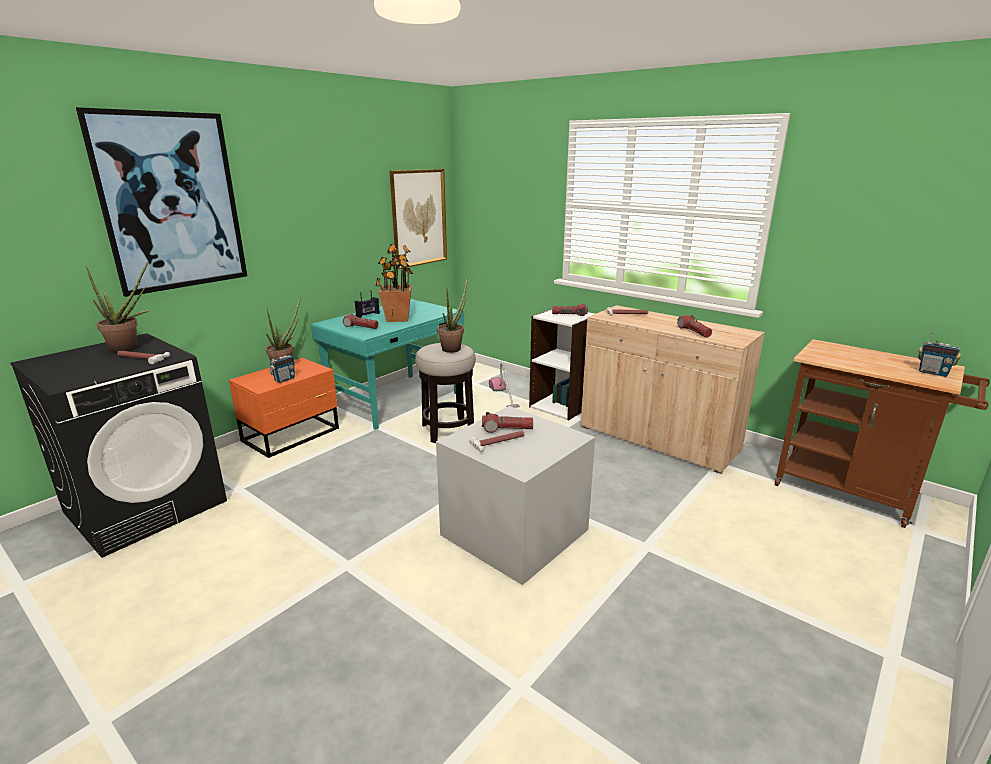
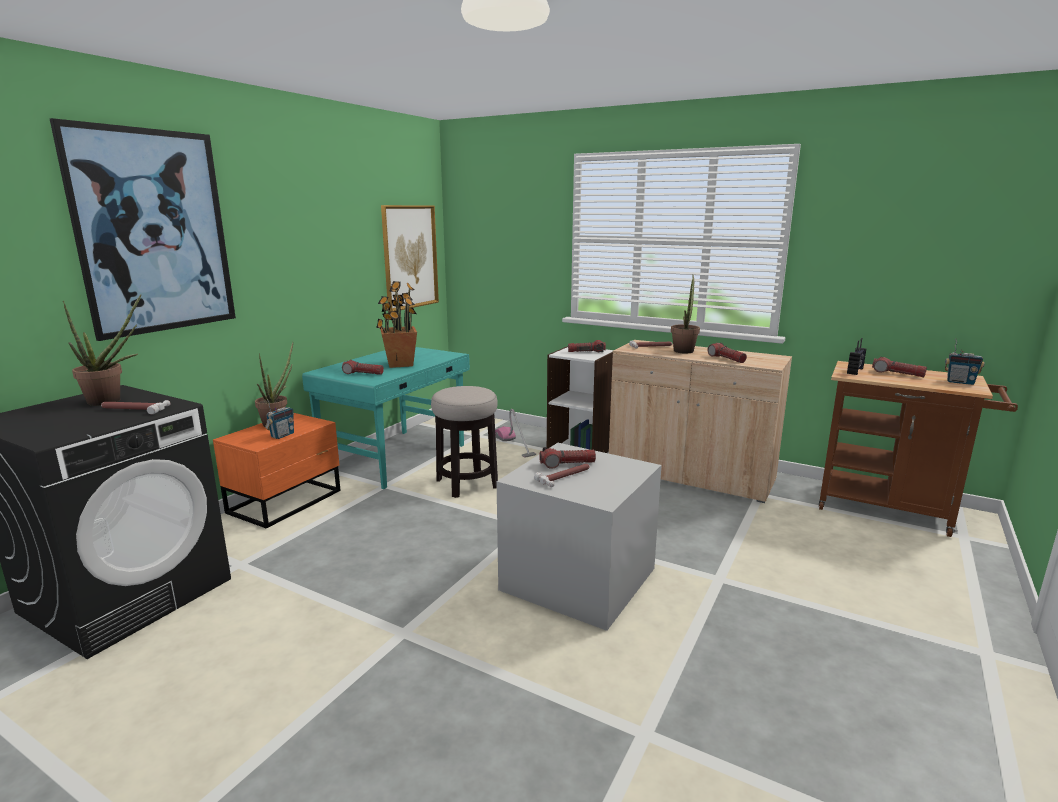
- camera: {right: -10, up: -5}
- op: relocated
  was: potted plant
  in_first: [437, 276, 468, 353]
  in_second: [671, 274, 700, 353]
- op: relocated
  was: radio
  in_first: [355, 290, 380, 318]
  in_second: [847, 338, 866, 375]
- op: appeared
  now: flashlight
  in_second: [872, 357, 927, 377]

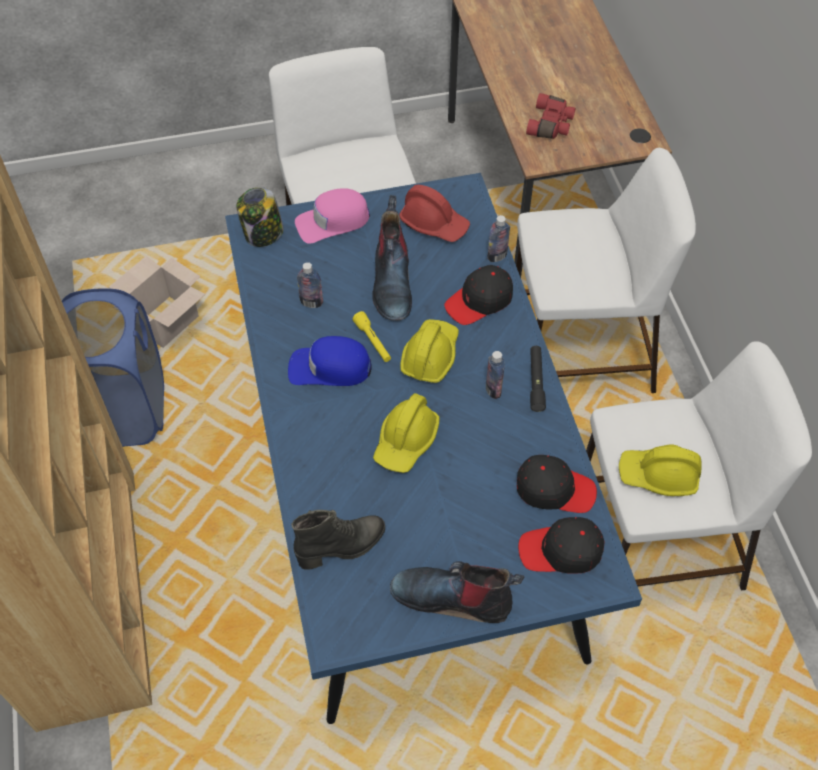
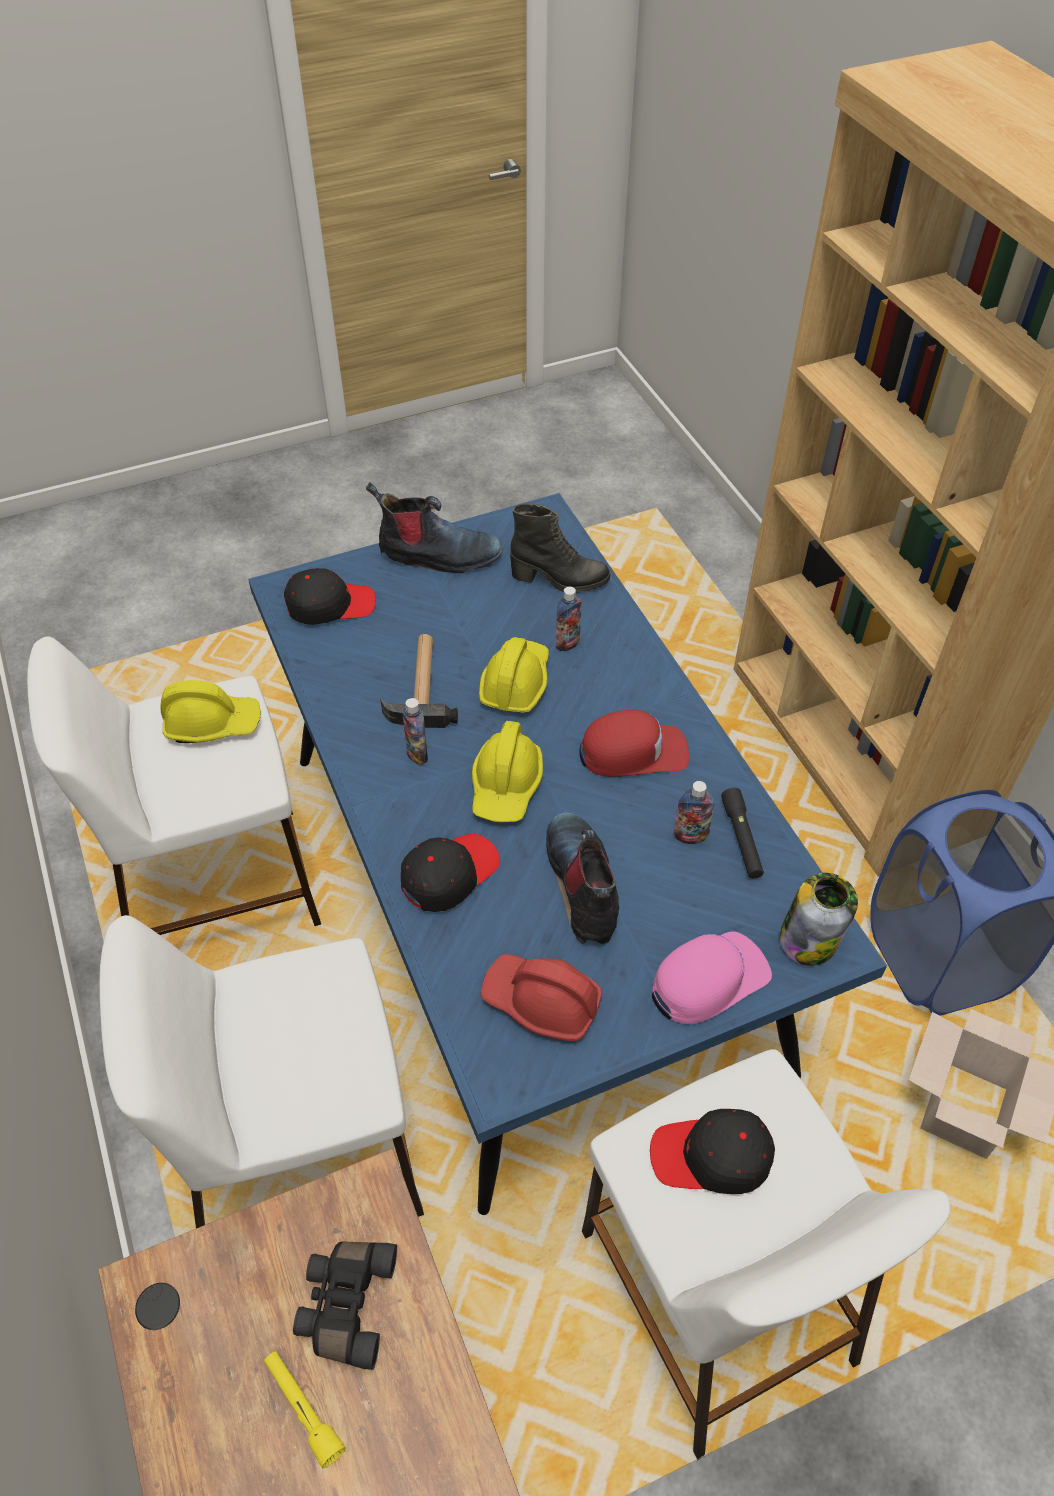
- camera: {right: 170, up: -5}
- op: colour
  was: red binoculars
  now: black binoculars
  in_first: [526, 93, 575, 139]
  in_second: [293, 1242, 397, 1370]
- op: relocated
  was: bottle
  in_first: [487, 215, 510, 262]
  in_second: [556, 587, 582, 652]
- op: relocated
  was: yellow flashlight
  in_first: [353, 311, 391, 362]
  in_second: [264, 1351, 346, 1468]
- op: colour
  was: blue cap
  now: red cap
  in_first: [288, 336, 372, 386]
  in_second: [579, 710, 689, 777]
- op: relocated
  was: black flashlight
  in_first: [530, 346, 546, 412]
  in_second: [721, 788, 764, 879]
- op: relocated
  was: black cap
  in_first: [517, 455, 597, 513]
  in_second: [650, 1109, 775, 1194]
- op: spun
  was: black boot
  in_first: [291, 510, 385, 570]
  in_second: [510, 504, 610, 593]
  clockwise: -135
- op: appeared
  now: hammer
  in_second: [380, 634, 458, 728]

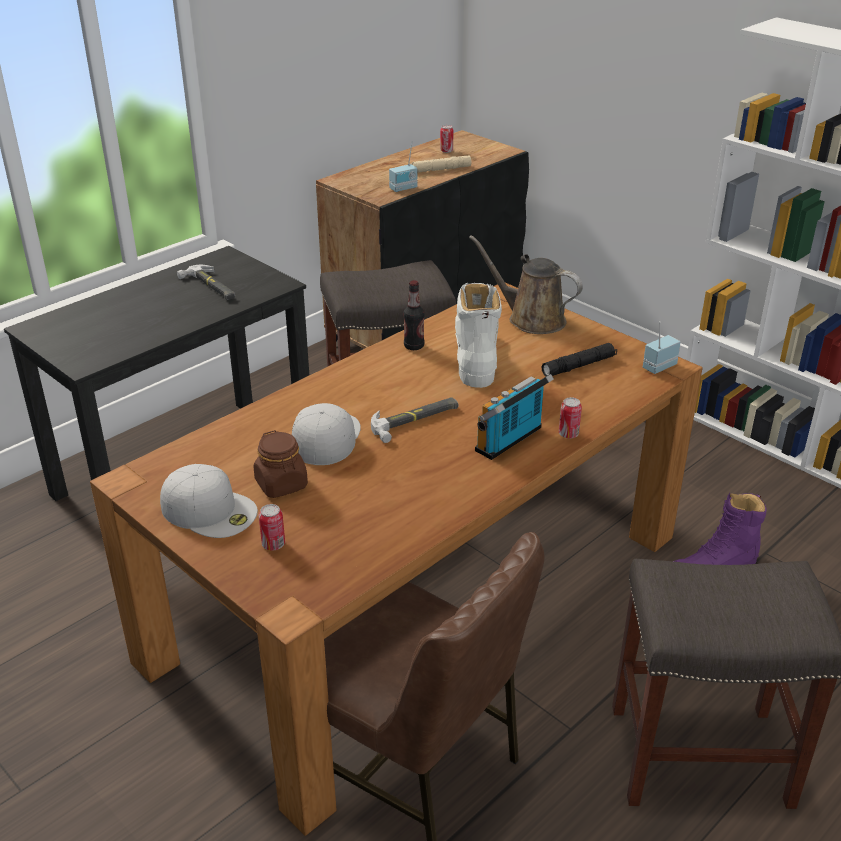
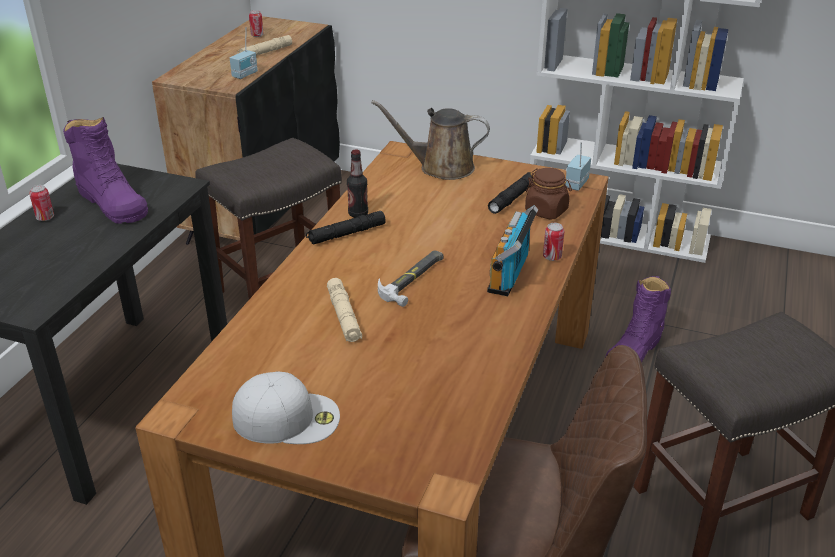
- camera: {right: -25, up: 0}
- op: exchanged
  was: hammer
  now: purple boot
  in_first: [177, 265, 235, 300]
  in_second: [63, 117, 148, 224]
- op: missing
  was: white boot
  in_first: [455, 282, 502, 388]
- op: exchanged
  was: white cap
  now: beige flashlight
  in_first: [292, 403, 361, 465]
  in_second: [327, 278, 362, 342]
- op: relocated
  was: brown jar
  in_first: [254, 430, 308, 498]
  in_second: [525, 168, 572, 220]
- op: relocated
  was: can
  in_first: [259, 504, 285, 550]
  in_second: [29, 185, 54, 221]
- op: appeared
  now: black flashlight
  in_second: [306, 211, 386, 245]

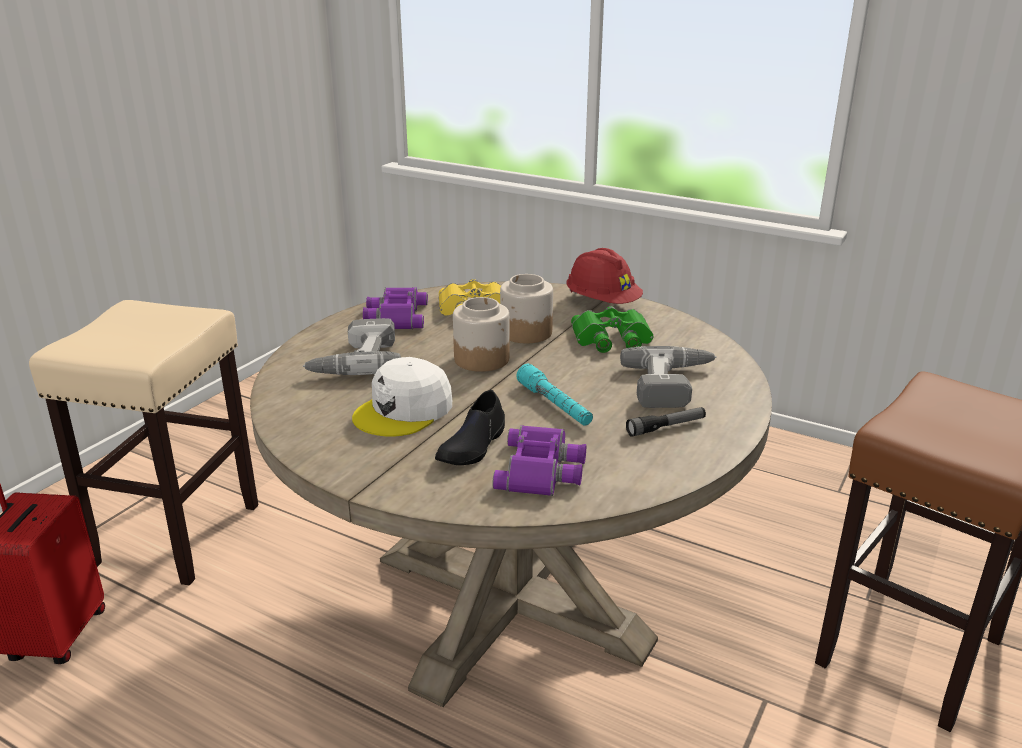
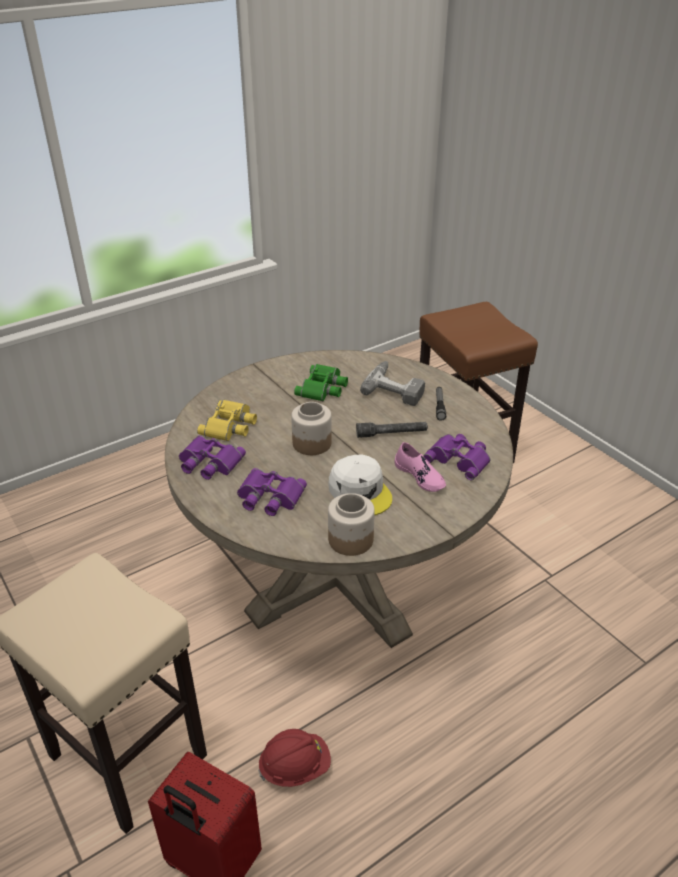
- camera: {right: -65, up: 10}
- op: relocated
  was: red hard hat
  in_first: [566, 248, 643, 304]
  in_second: [258, 729, 331, 787]
- op: relocated
  was: jar
  in_first: [500, 274, 553, 343]
  in_second: [328, 493, 375, 556]
- op: exchanged
  was: power drill
  now: purple binoculars
  in_first: [303, 318, 401, 375]
  in_second: [237, 468, 307, 516]
- op: colour
  was: turquoise flashlight
  now: grey flashlight
  in_first: [516, 364, 593, 426]
  in_second: [356, 422, 428, 438]
- op: colour
  was: black shoe
  now: pink shoe
  in_first: [435, 390, 505, 465]
  in_second: [395, 442, 446, 492]

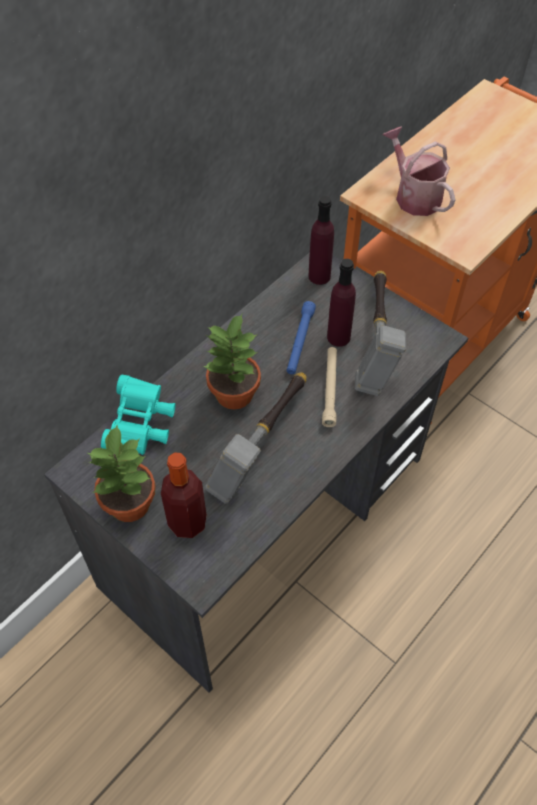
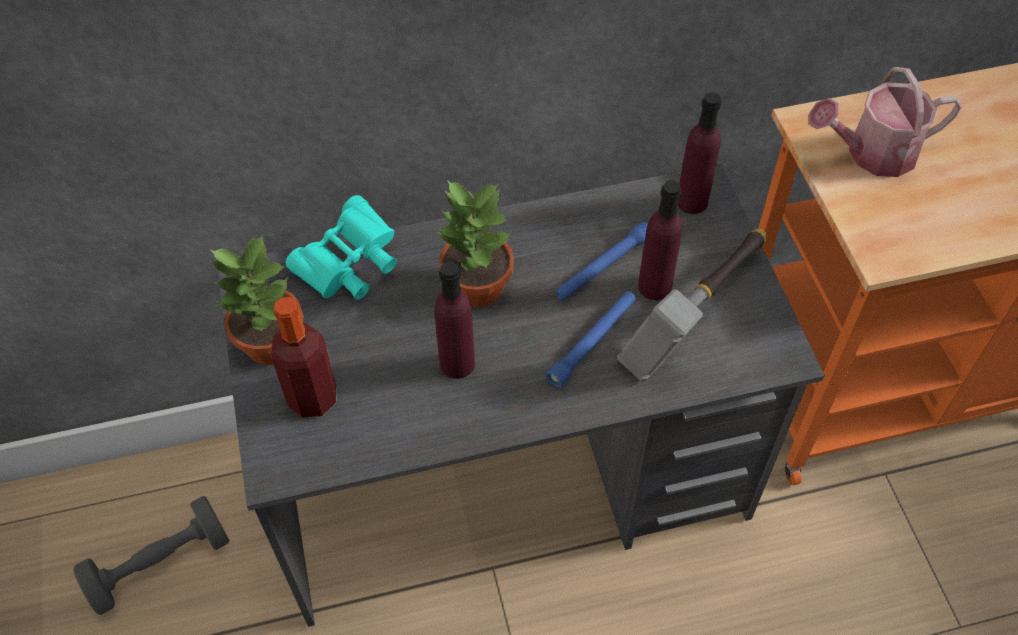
- camera: {right: 35, up: 0}
- op: spun
  was: watering can
  in_first: [383, 126, 456, 216]
  in_second: [809, 67, 962, 177]
  clockwise: -105
- op: colour
  was: beige flashlight
  now: blue flashlight
  in_first: [322, 347, 337, 427]
  in_second: [546, 291, 636, 387]
- op: exchanged
  was: hammer
  now: purple bottle
  in_first: [205, 373, 307, 504]
  in_second: [435, 261, 475, 379]
- op: appeared
  now: grey dumbbell
  in_second: [73, 496, 229, 615]

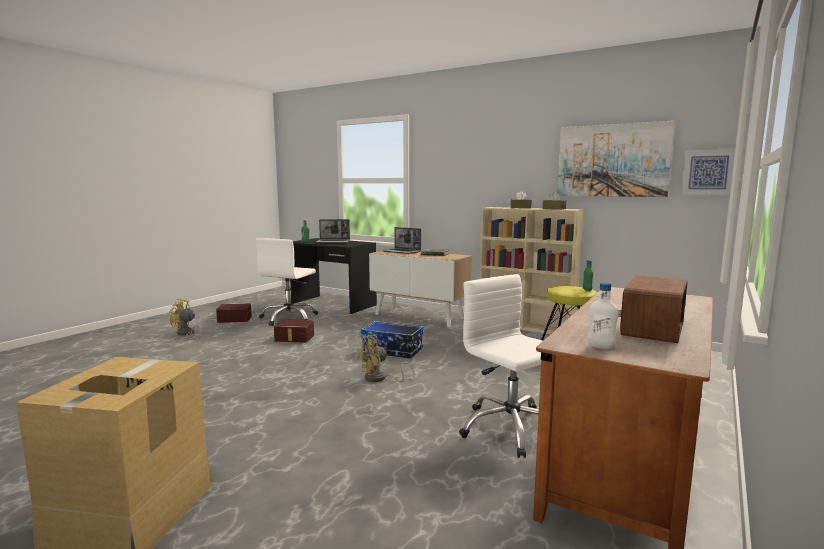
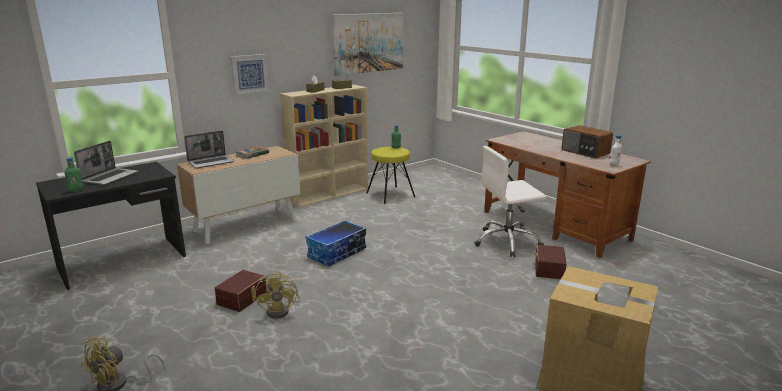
- camera: {right: -70, up: 10}
- op: relocated
  was: picture
  in_first: [681, 149, 735, 195]
  in_second: [230, 54, 270, 95]
- op: missing
  was: white office chair
  in_first: [256, 238, 318, 326]
- op: relocated
  was: brown storage box
  in_first: [216, 303, 252, 323]
  in_second: [533, 245, 567, 279]
- op: relocated
  was: yellow fan
  in_first: [357, 335, 415, 382]
  in_second: [255, 271, 301, 319]

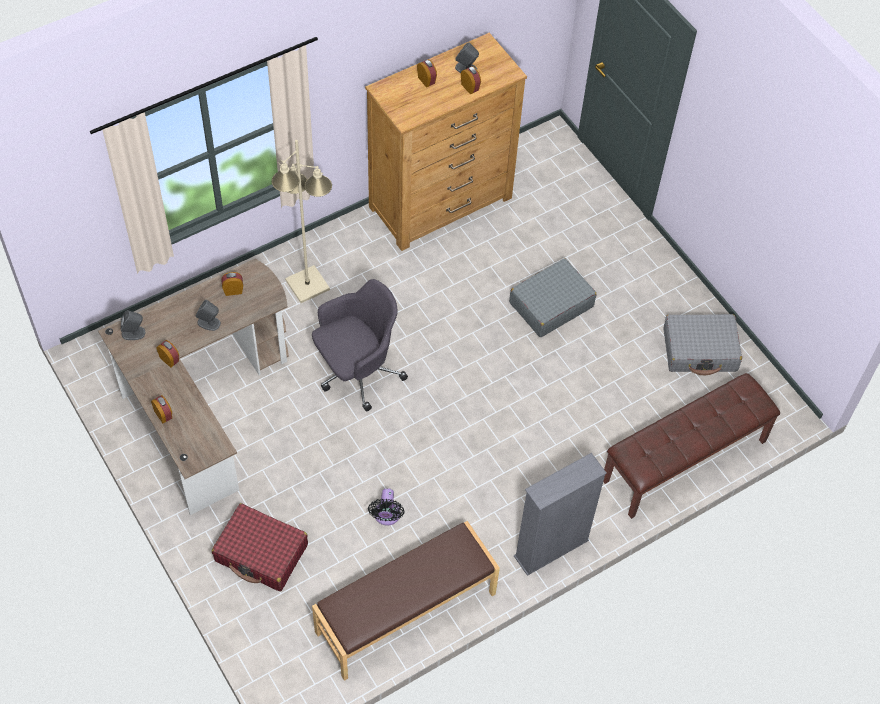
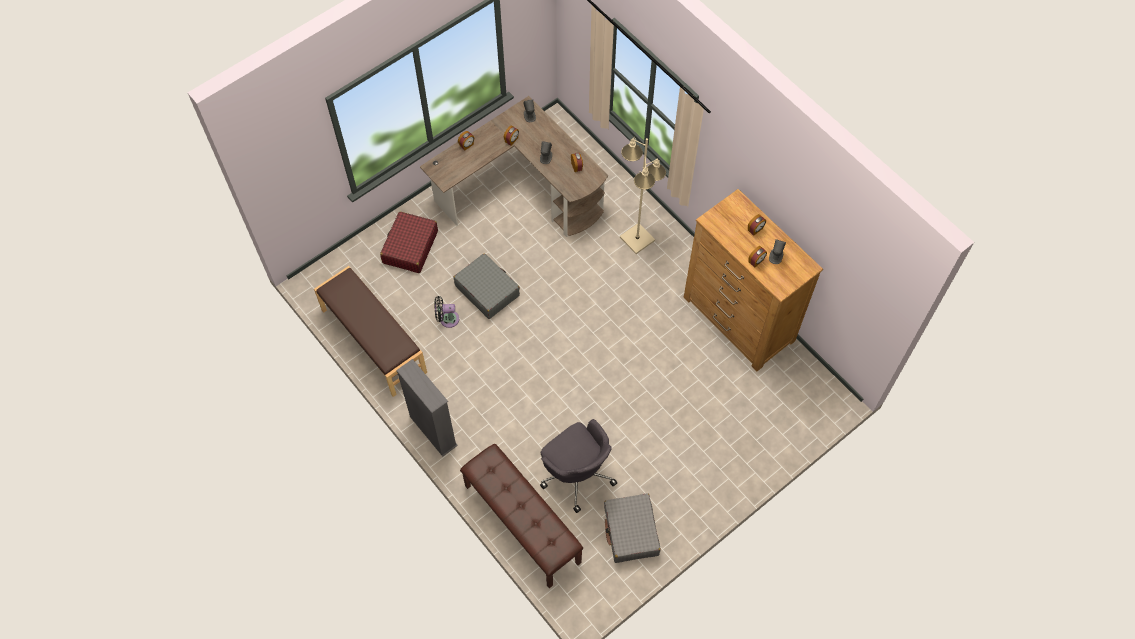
- camera: {right: 85, up: 5}
- op: relocated
  was: grey suitcase
  in_first: [509, 259, 596, 337]
  in_second: [454, 253, 520, 319]
- op: relocated
  was: grey office chair
  in_first: [312, 279, 408, 411]
  in_second: [540, 419, 617, 513]

